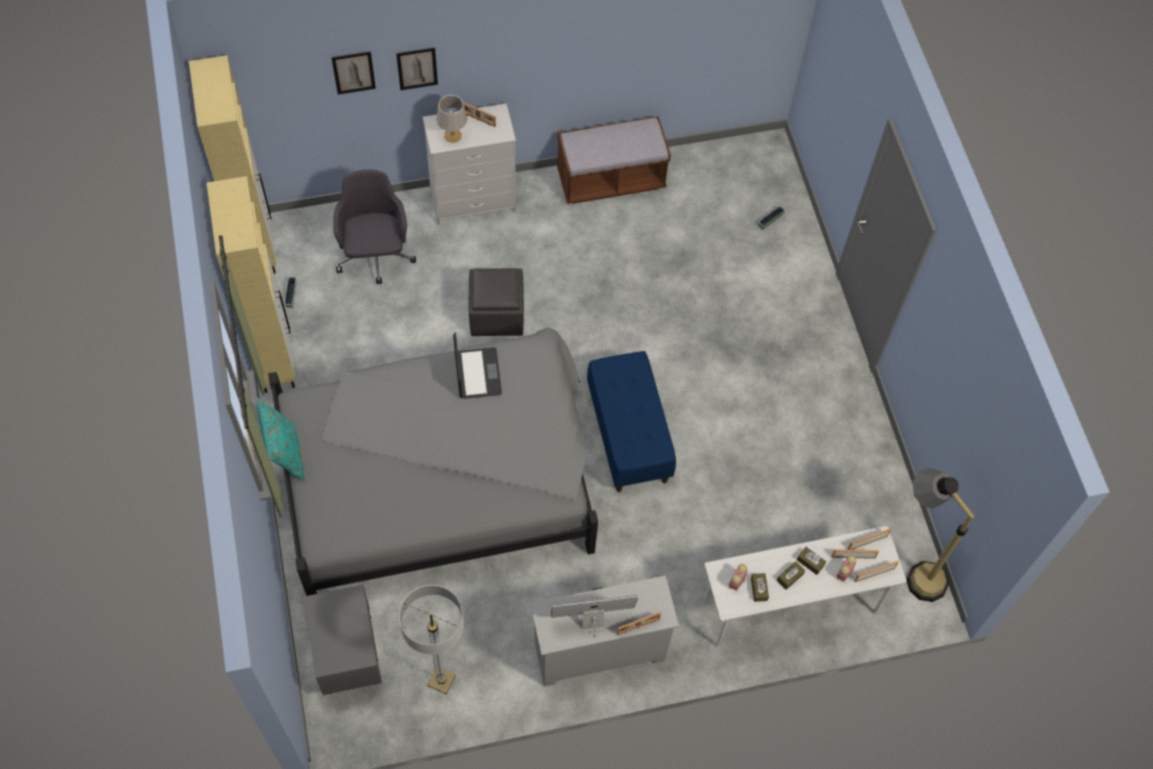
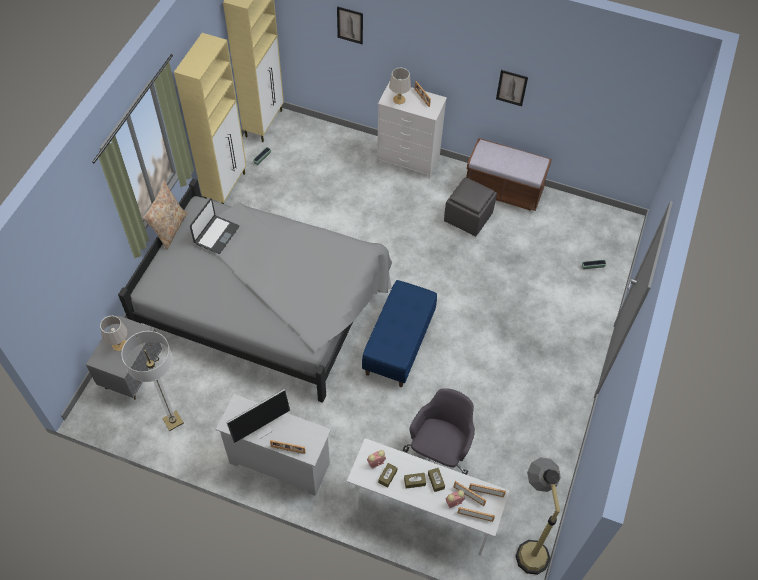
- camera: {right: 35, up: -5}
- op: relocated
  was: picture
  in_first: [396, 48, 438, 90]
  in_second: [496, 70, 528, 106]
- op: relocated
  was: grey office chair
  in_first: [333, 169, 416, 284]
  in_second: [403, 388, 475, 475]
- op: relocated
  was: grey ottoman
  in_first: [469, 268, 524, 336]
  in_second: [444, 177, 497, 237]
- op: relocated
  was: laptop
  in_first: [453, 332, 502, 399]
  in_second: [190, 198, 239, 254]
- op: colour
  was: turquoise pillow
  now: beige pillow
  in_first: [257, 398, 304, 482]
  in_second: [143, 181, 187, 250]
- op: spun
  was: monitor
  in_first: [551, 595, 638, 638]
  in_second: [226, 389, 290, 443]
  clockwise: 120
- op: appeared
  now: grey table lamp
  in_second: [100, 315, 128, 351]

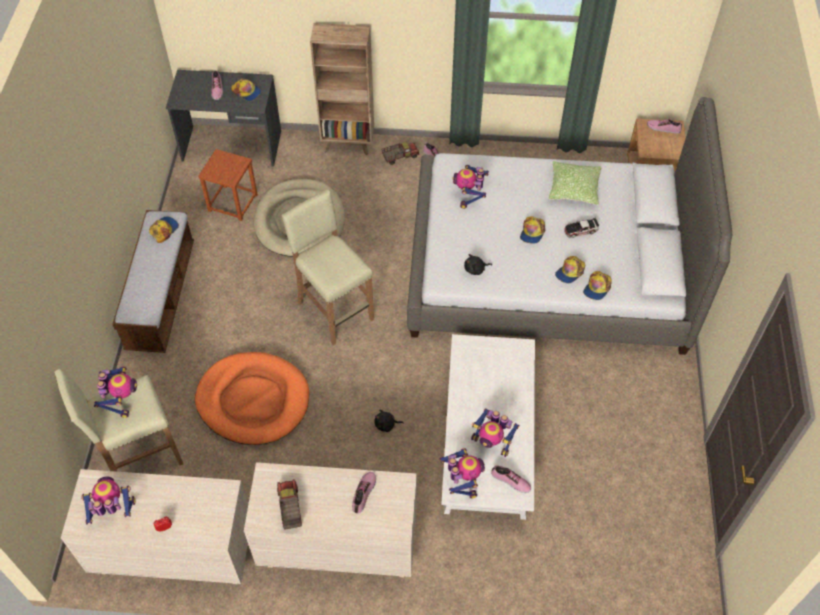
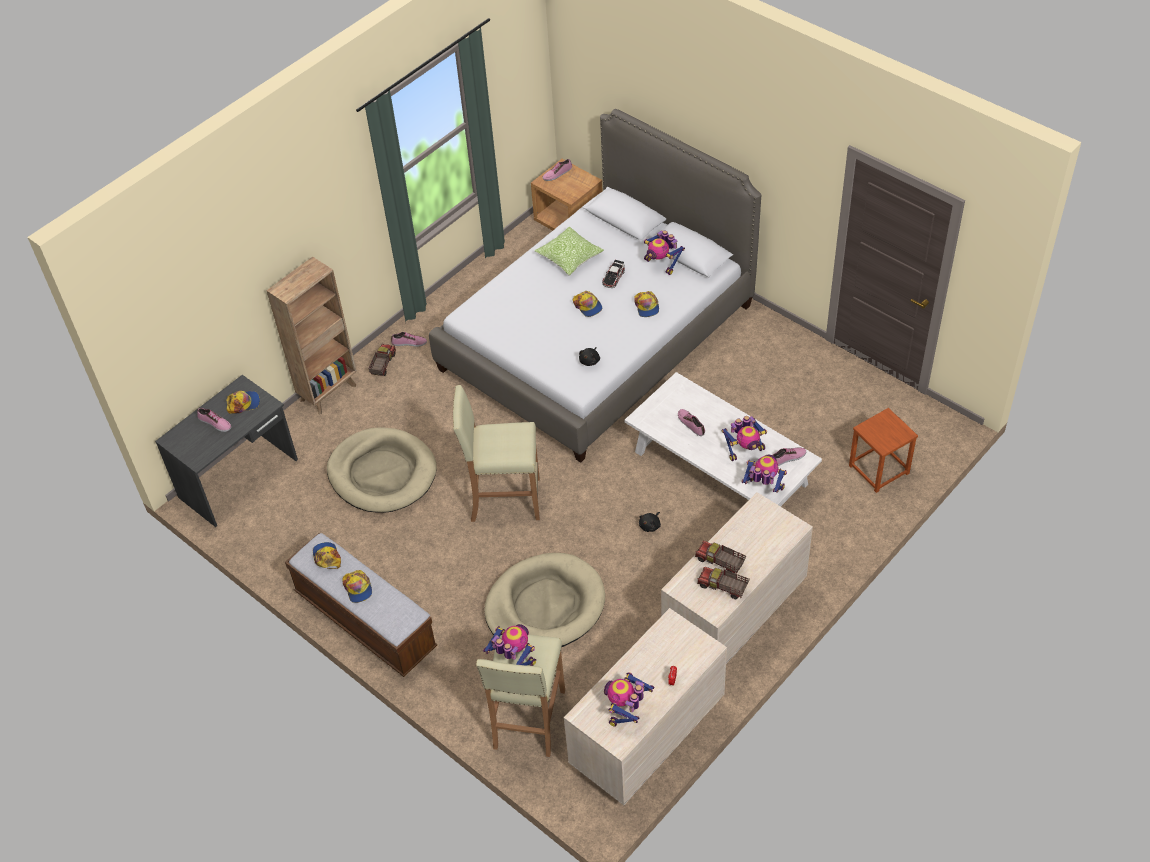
- camera: {right: -50, up: -5}
- op: relocated
  was: brown stool
  in_first: [198, 149, 258, 221]
  in_second: [849, 408, 918, 493]
- op: relocated
  was: toy robot
  in_first: [452, 165, 489, 209]
  in_second: [644, 230, 685, 275]
- op: relocated
  was: cap
  in_first: [583, 271, 612, 300]
  in_second: [342, 570, 372, 603]
- op: colour
  was: orange dog bed
  now: beige dog bed
  in_first: [195, 352, 309, 445]
  in_second: [484, 553, 605, 647]
- op: relocated
  was: shoe
  in_first: [352, 472, 376, 513]
  in_second: [678, 409, 705, 436]
- op: appeared
  now: toy truck
  in_second: [695, 541, 746, 574]

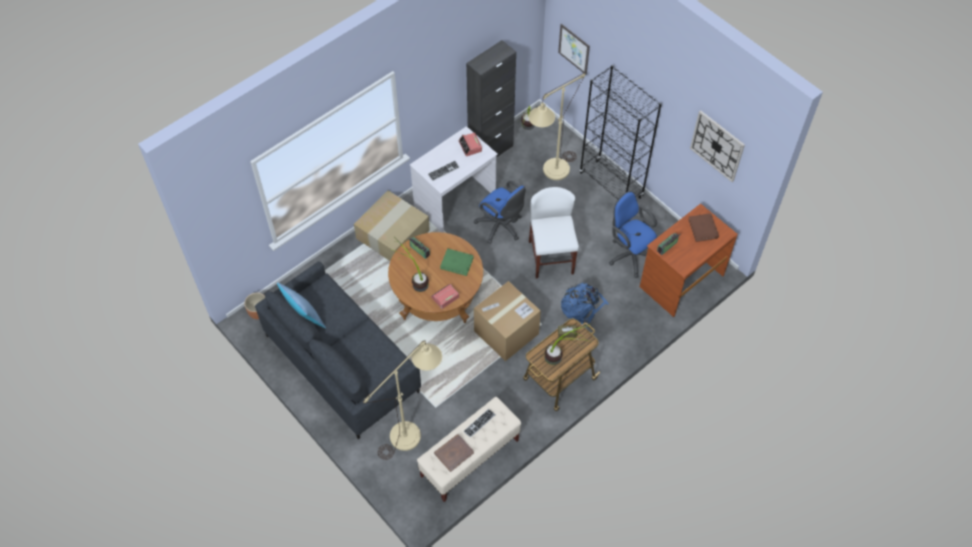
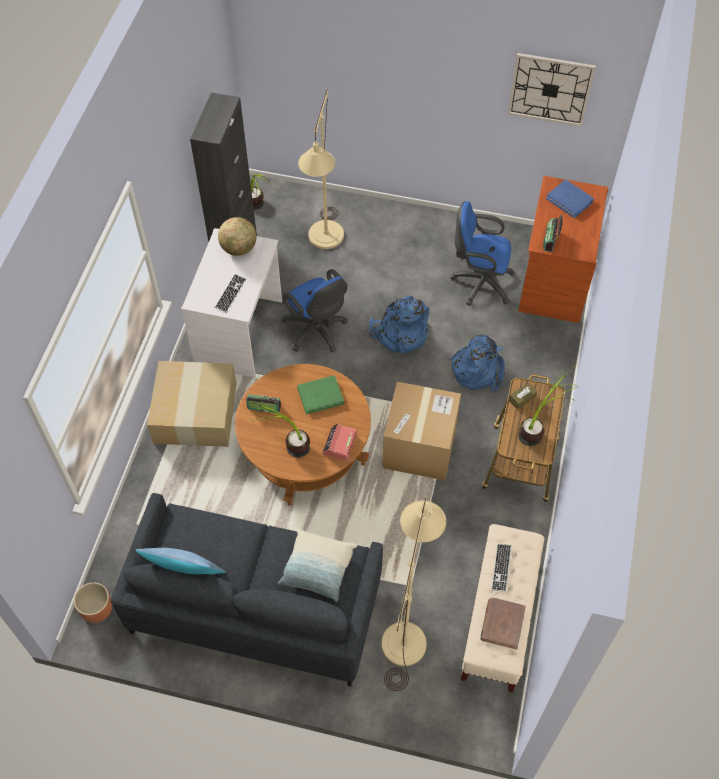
- camera: {right: -35, up: 0}
- op: missing
  was: picture
  in_first: [558, 24, 590, 75]
- op: missing
  was: black bookcase
  in_first: [579, 65, 662, 200]
- op: exchanged
  was: alarm clock
  now: globe
  in_first: [459, 133, 482, 156]
  in_second: [218, 217, 256, 256]
- op: spun
  was: blue office chair
  in_first: [474, 181, 526, 244]
  in_second: [281, 269, 348, 353]
  clockwise: 45
- op: exchanged
  was: white chair
  now: blue backpack
  in_first: [529, 187, 579, 278]
  in_second: [369, 296, 429, 354]
- op: colour
  was: brown book
  now: blue book
  in_first: [688, 213, 719, 242]
  in_second: [546, 179, 594, 218]
- op: appeared
  now: pillow
  in_second: [277, 529, 358, 602]

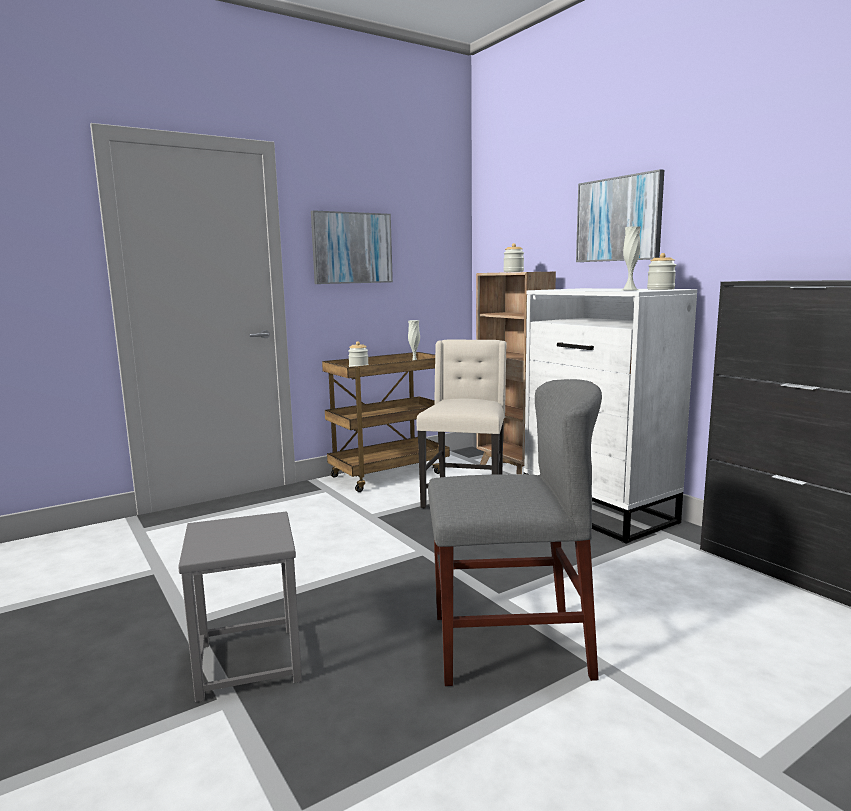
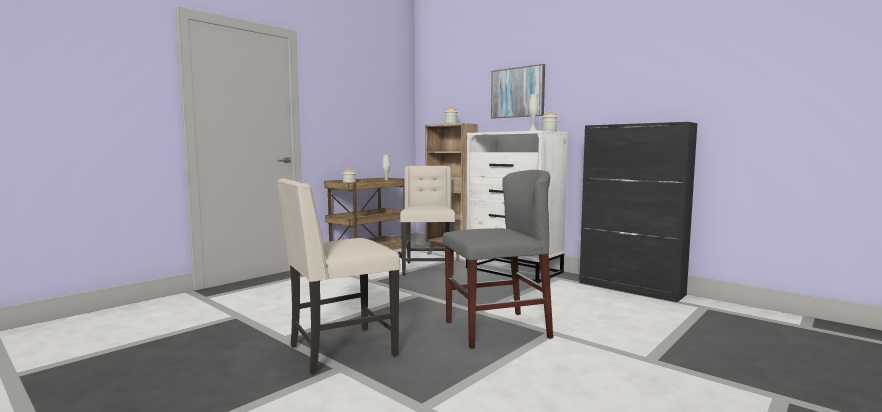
- camera: {right: -15, up: -5}
- op: missing
  was: picture
  in_first: [311, 210, 393, 284]
- op: exchanged
  was: grey stool
  now: beige chair
  in_first: [178, 511, 302, 702]
  in_second: [277, 179, 400, 375]

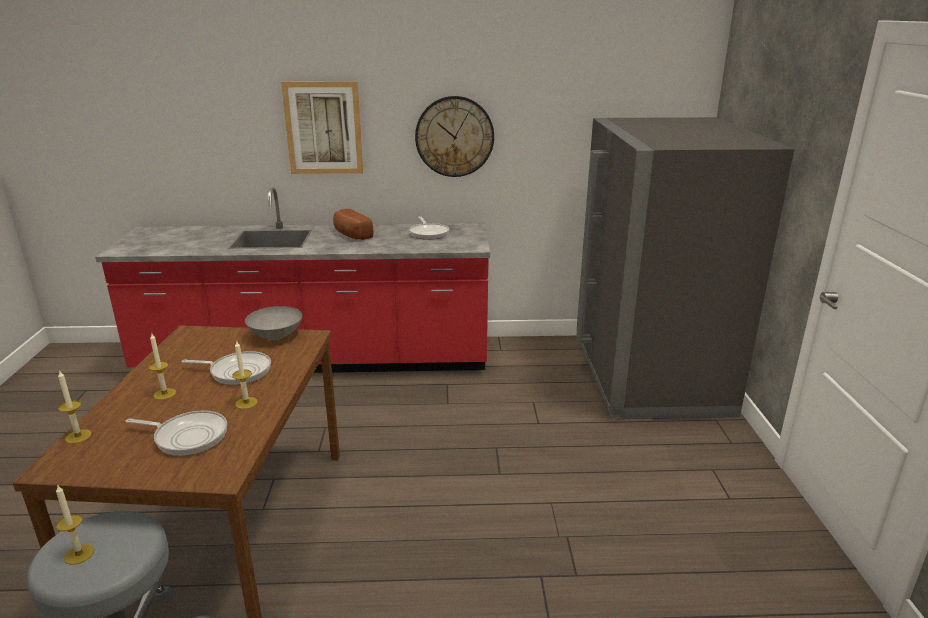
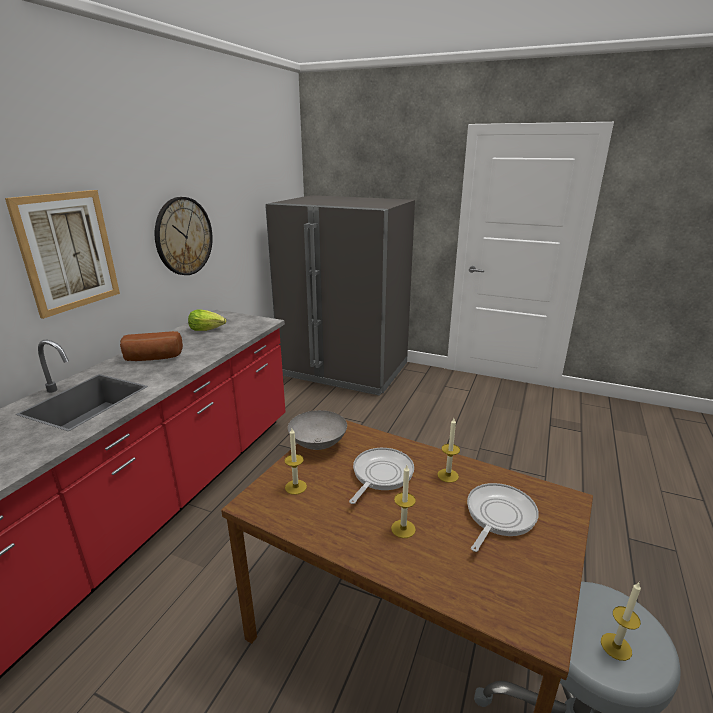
- camera: {right: -65, up: 0}
- op: exchanged
  was: frying pan
  now: lettuce
  in_first: [410, 216, 449, 240]
  in_second: [188, 309, 226, 331]
- op: relocated
  was: candle
  in_first: [58, 370, 92, 444]
  in_second: [284, 428, 307, 495]

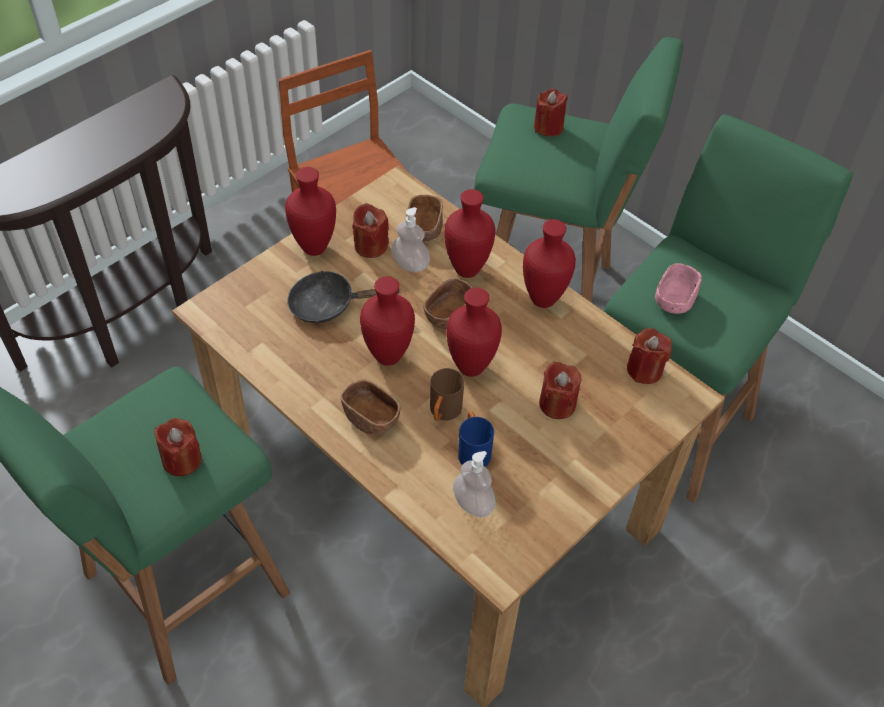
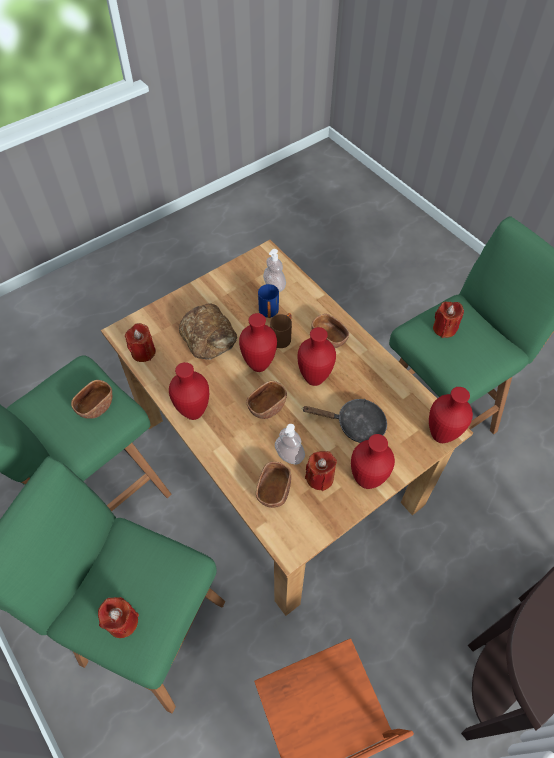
- camera: {right: -170, up: 5}
- op: relocated
  was: red vase
  in_first: [444, 189, 495, 278]
  in_second: [429, 387, 473, 443]
- op: colour
  was: pink bowl
  now: brown bowl
  in_first: [655, 263, 702, 314]
  in_second: [71, 380, 112, 419]
- op: exchanged
  was: red candle
  now: bread
  in_first: [539, 361, 581, 419]
  in_second: [179, 303, 237, 360]

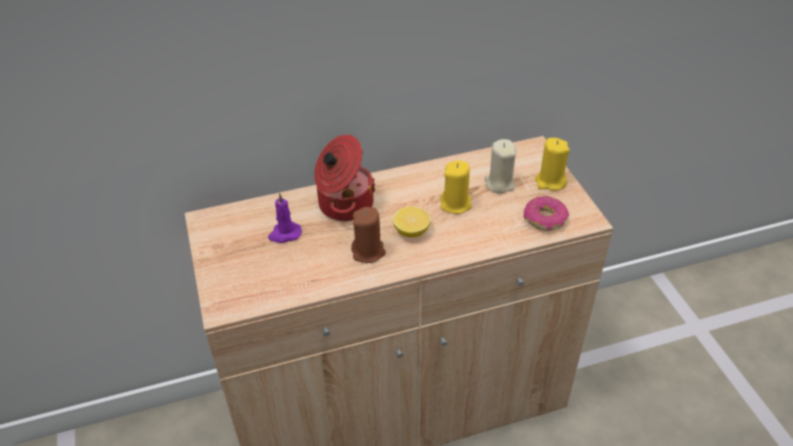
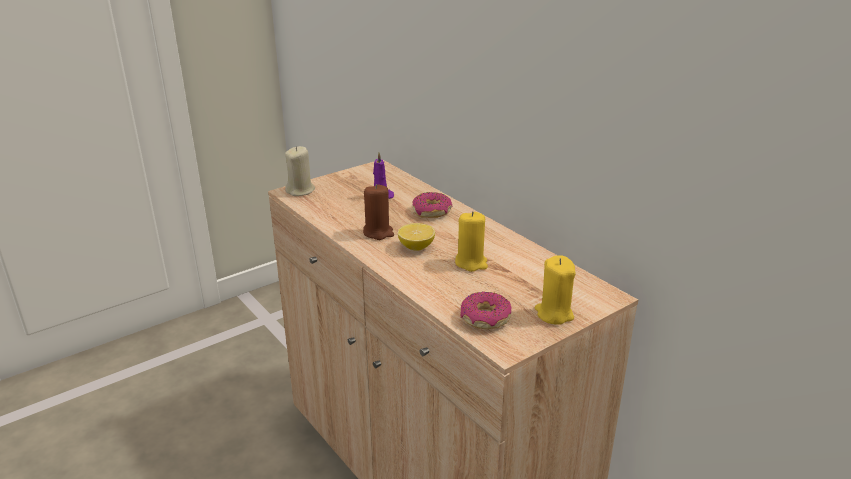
- camera: {right: 70, up: -15}
- op: exchanged
  was: cooking pot
  now: donut
  in_first: [314, 135, 375, 221]
  in_second: [412, 192, 452, 218]
- op: relocated
  was: beige candle
  in_first: [484, 139, 516, 194]
  in_second: [285, 146, 315, 196]

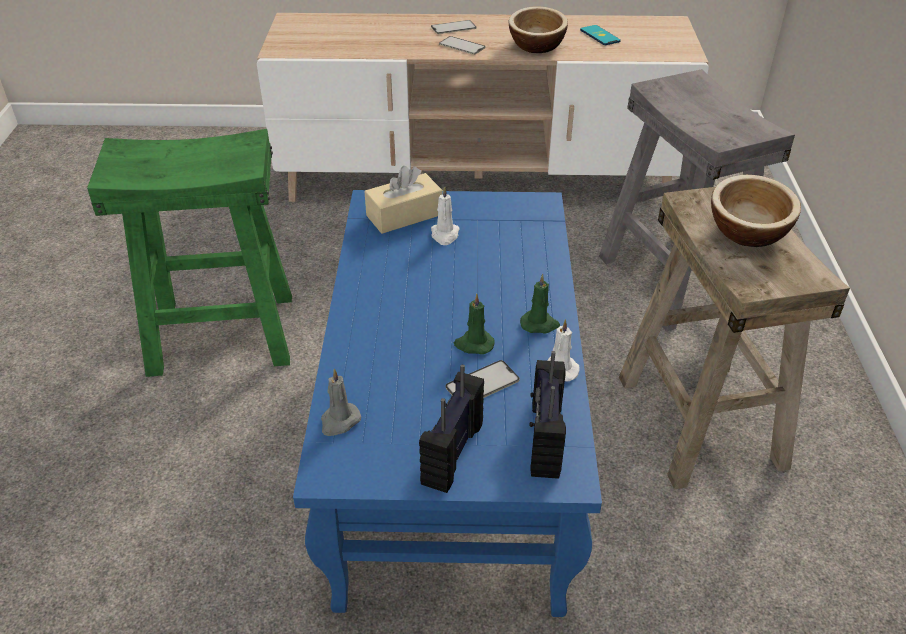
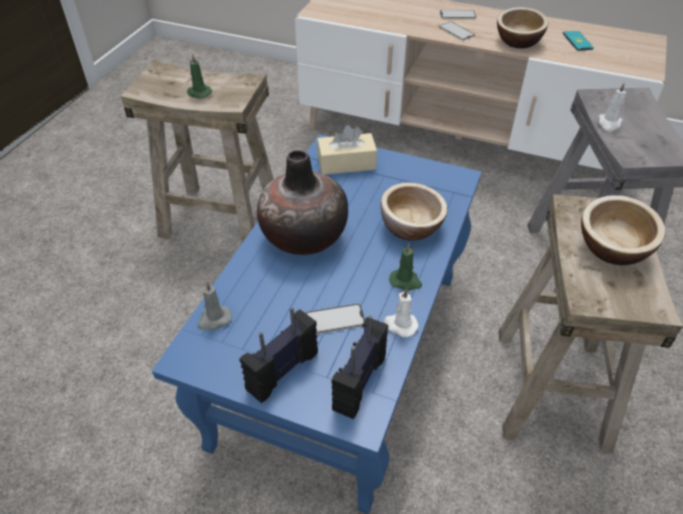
- camera: {right: 20, up: 5}
- op: colour
  was: green stool
  now: beige stool
  in_first: [87, 129, 292, 377]
  in_second: [121, 60, 274, 243]
- op: relocated
  was: white candle
  in_first: [431, 186, 460, 245]
  in_second: [598, 83, 626, 131]
- op: relocated
  was: green candle
  in_first: [454, 294, 495, 354]
  in_second: [187, 53, 212, 99]
- op: appeared
  now: vase
  in_second: [257, 150, 348, 255]
- op: appeared
  now: bowl
  in_second: [381, 183, 447, 241]

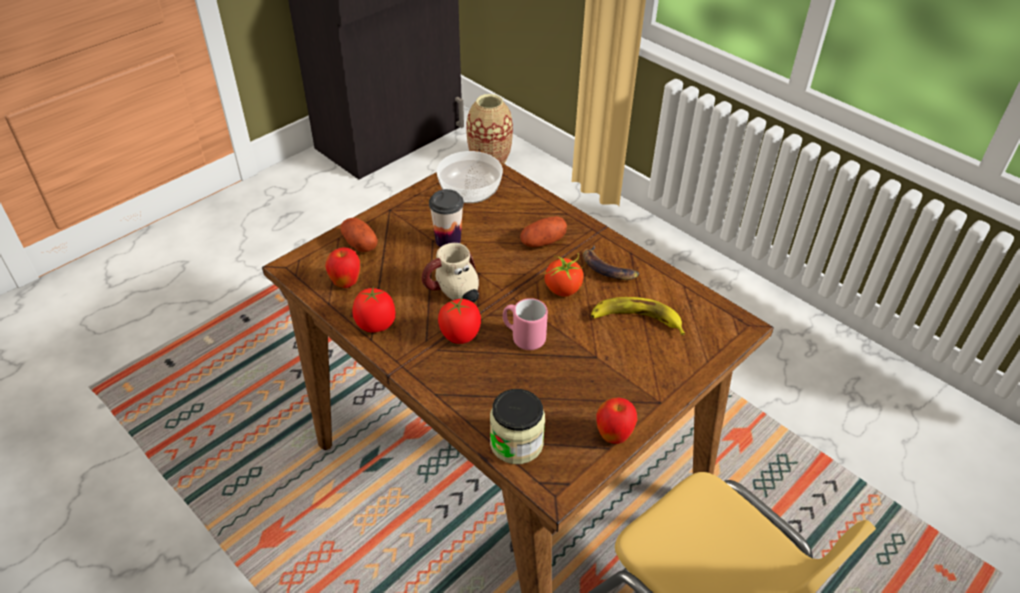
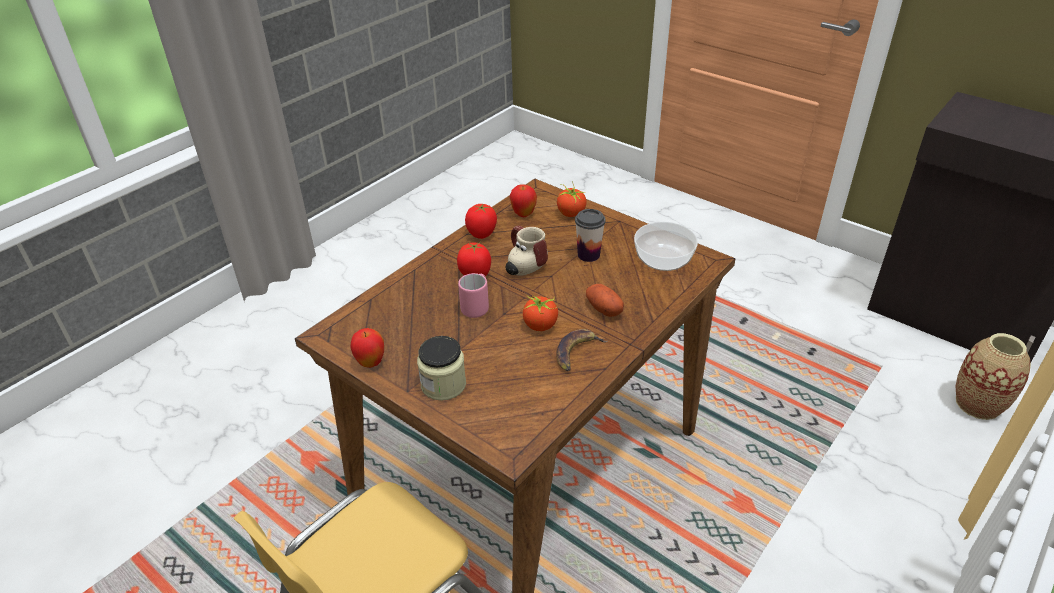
- camera: {right: 85, up: -5}
- op: exchanged
  was: potato
  now: tomato
  in_first: [340, 218, 378, 252]
  in_second: [557, 182, 587, 217]
- op: missing
  was: banana
  in_first: [591, 297, 685, 335]
- op: relocated
  was: jar
  in_first: [490, 389, 545, 464]
  in_second: [417, 336, 466, 401]

